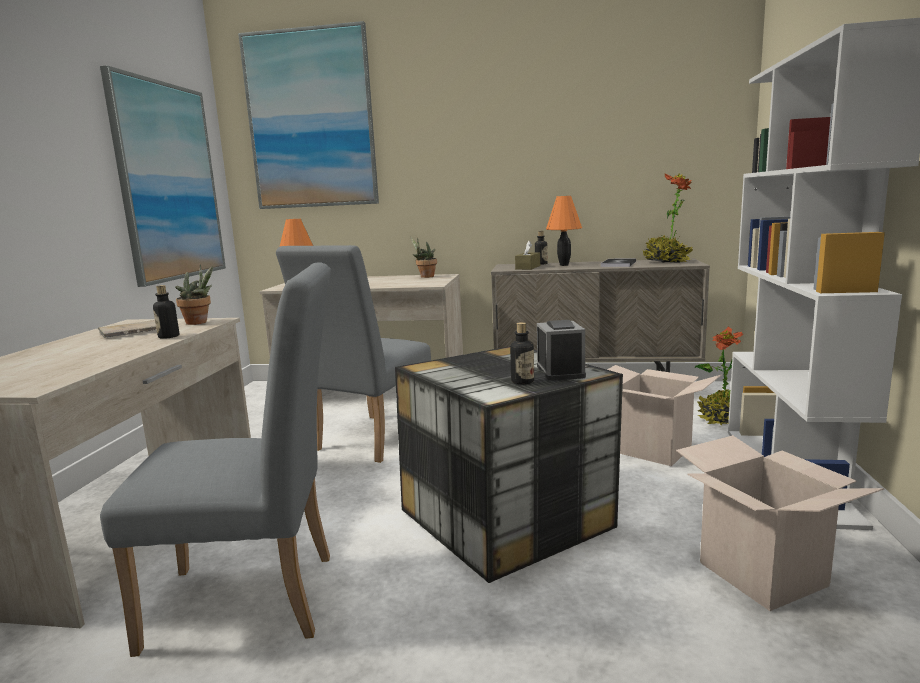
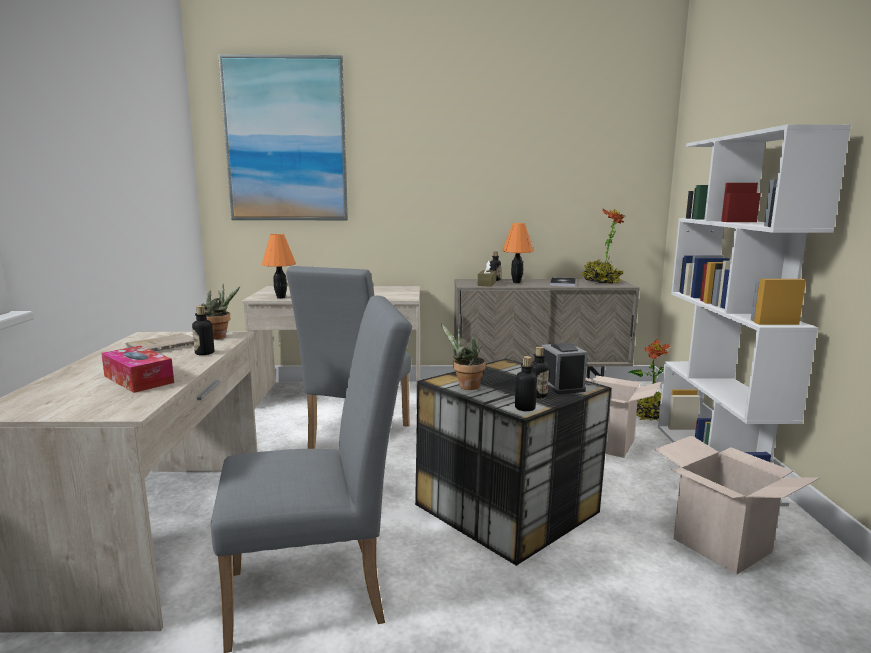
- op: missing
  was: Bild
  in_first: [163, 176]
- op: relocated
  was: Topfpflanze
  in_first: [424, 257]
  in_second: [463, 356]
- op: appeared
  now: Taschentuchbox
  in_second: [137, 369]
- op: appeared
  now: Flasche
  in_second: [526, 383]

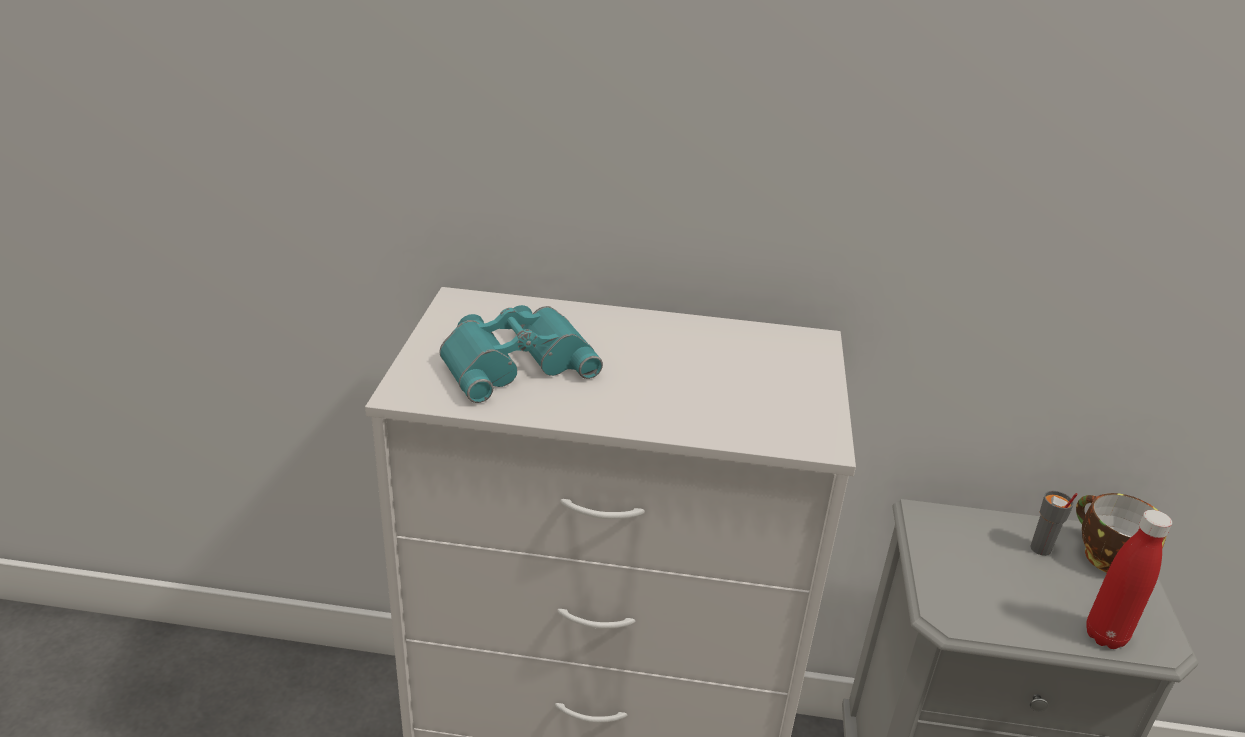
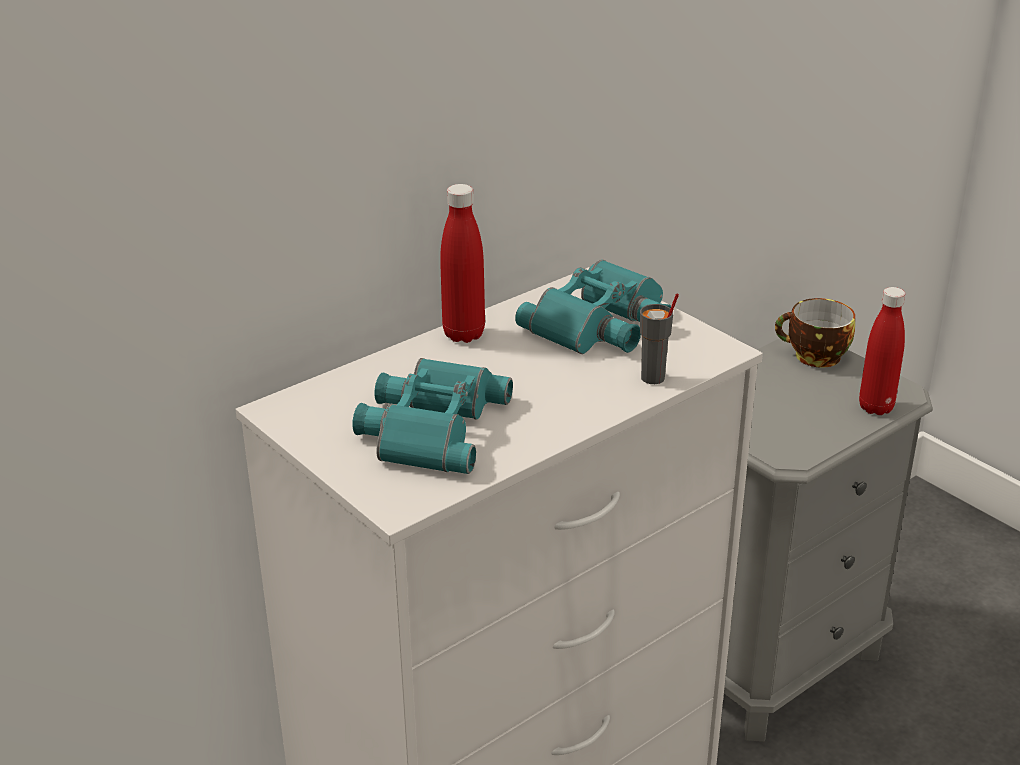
- op: relocated
  was: Tasse/grau
  in_first: [1054, 523]
  in_second: [659, 338]
- op: appeared
  now: Flasche/rot
  in_second: [462, 263]
- op: appeared
  now: Fernglas/türkis
  in_second: [593, 306]

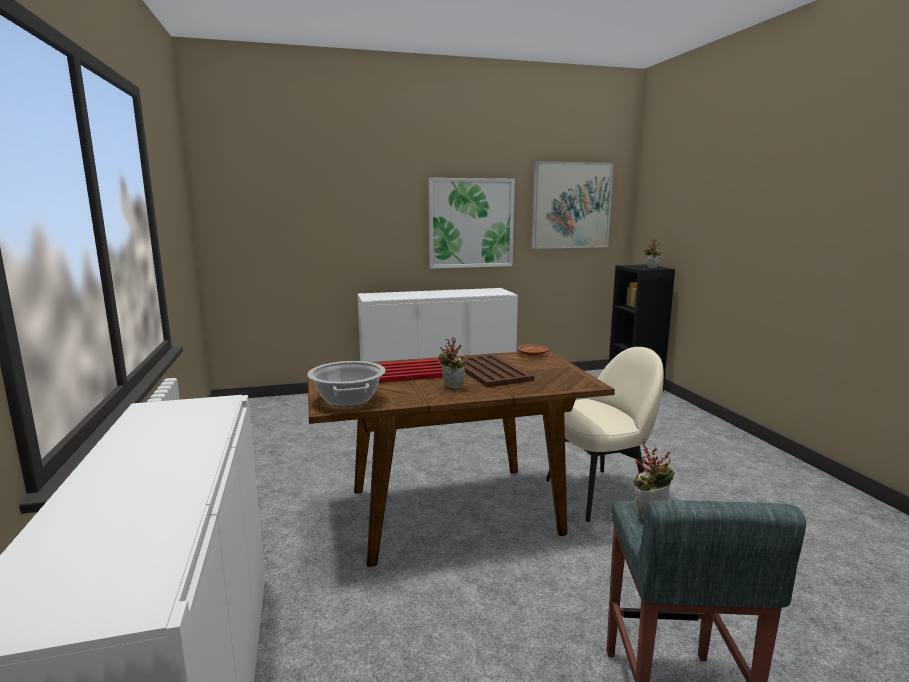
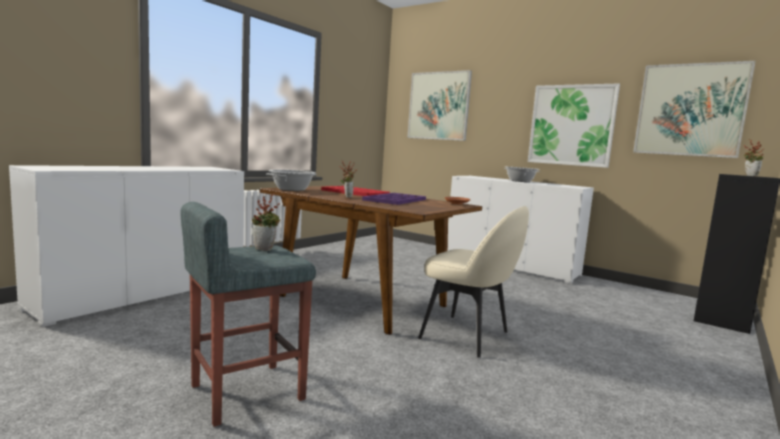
- op: colour
  was: Tablett/braun
  now: Tablett/lila
  in_first: [497, 370]
  in_second: [394, 199]
- op: appeared
  now: Bild
  in_second: [440, 105]
- op: appeared
  now: Kochtopf
  in_second: [522, 174]

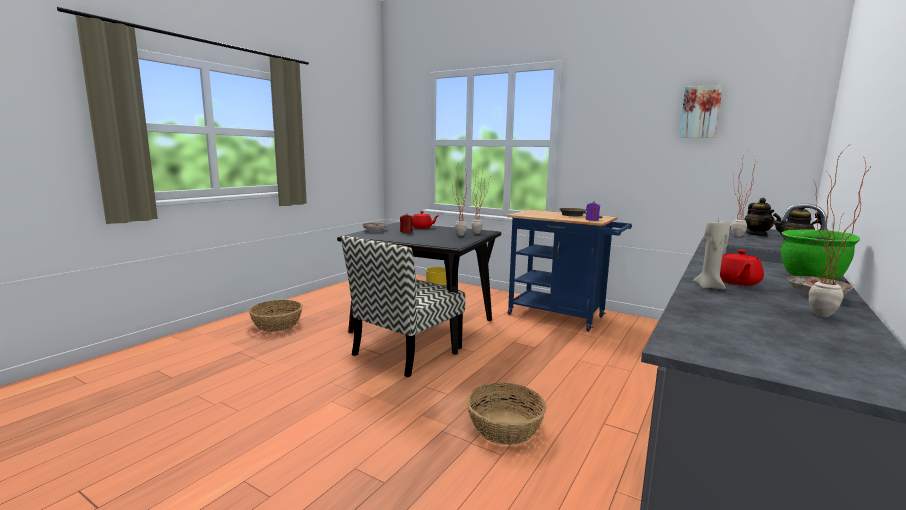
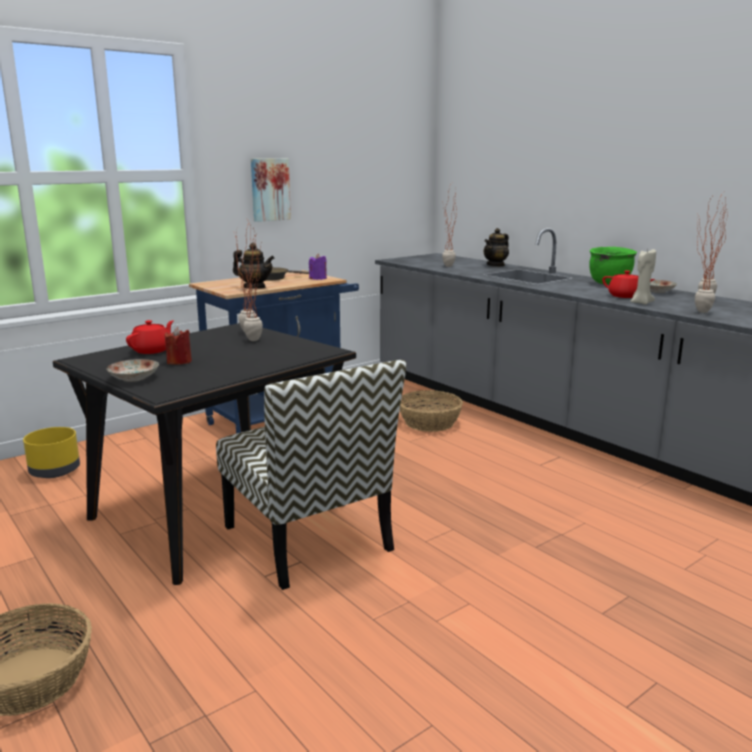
- op: relocated
  was: Bild
  in_first: [701, 111]
  in_second: [271, 190]
- op: relocated
  was: Teekanne
  in_first: [759, 217]
  in_second: [253, 266]
- op: relocated
  was: Korb
  in_first: [506, 414]
  in_second: [431, 411]
- op: appeared
  now: Topfpflanze
  in_second: [710, 255]

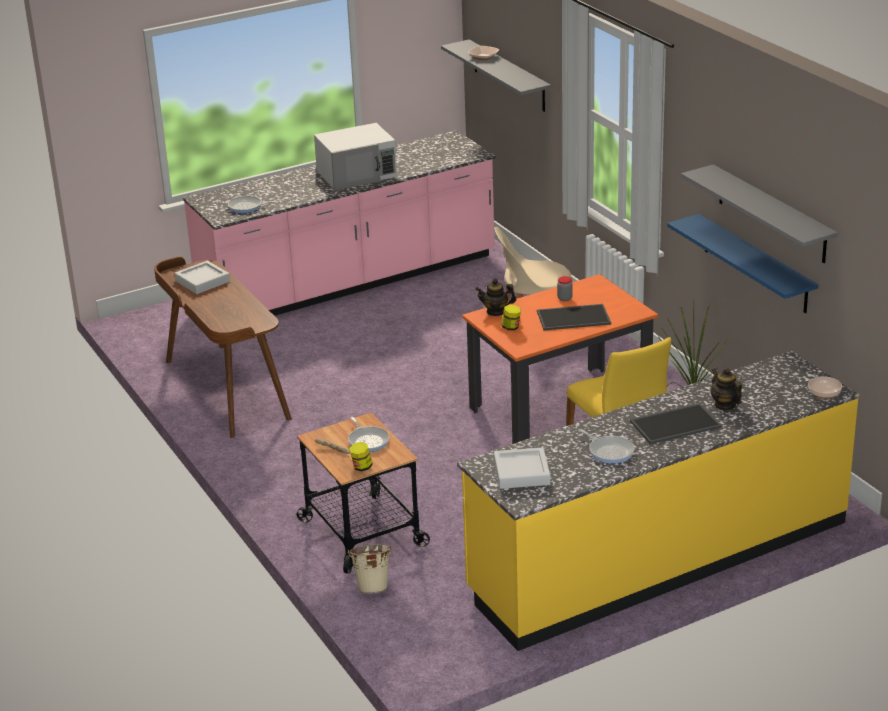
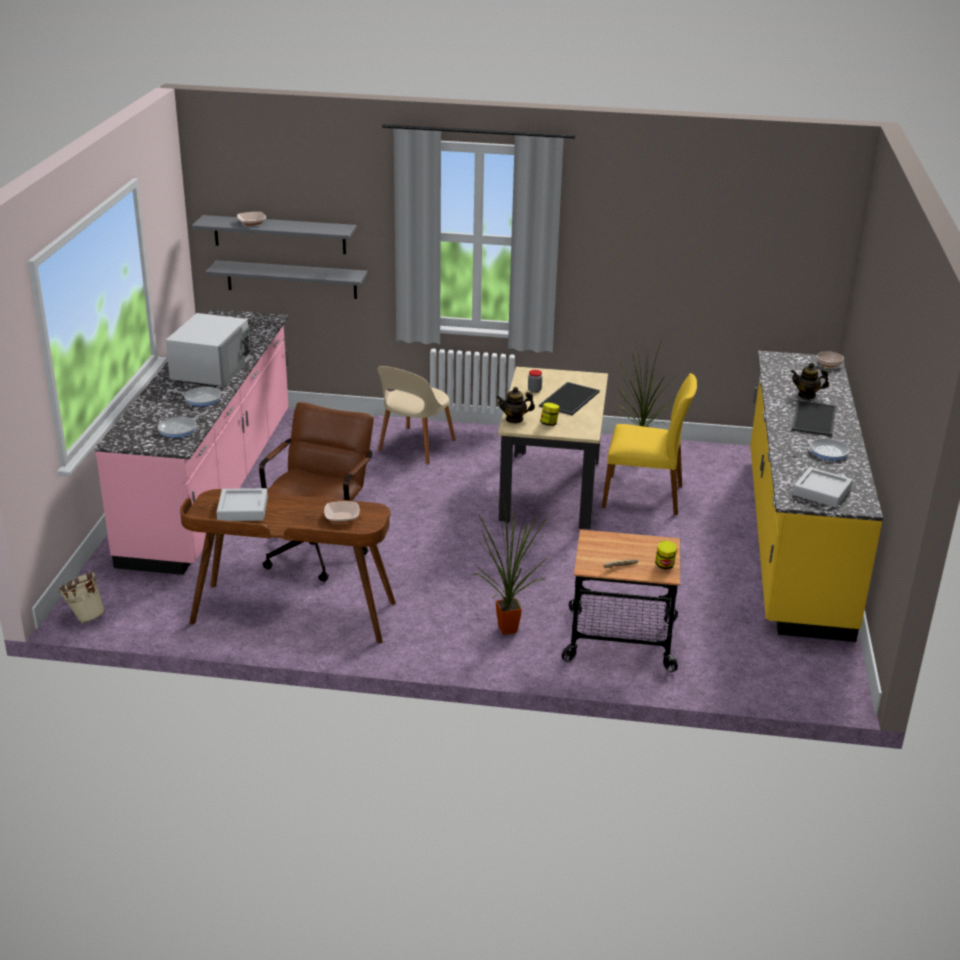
- op: relocated
  was: Wandregal/grau
  in_first: [759, 213]
  in_second: [286, 279]
- op: missing
  was: Wandregal/blau
  in_first: [743, 263]
- op: colour
  was: Esstisch/orange
  now: Esstisch/beige
  in_first: [560, 359]
  in_second: [553, 448]
- op: spun
  was: Teekanne
  in_first: [495, 297]
  in_second: [515, 405]
  clockwise: 45
- op: relocated
  was: Pfanne
  in_first: [369, 434]
  in_second: [194, 396]
- op: relocated
  was: Eimer/beige
  in_first: [370, 569]
  in_second: [81, 597]
- op: appeared
  now: Bürostuhl/braun
  in_second: [316, 492]
- op: appeared
  now: Topfpflanze
  in_second: [510, 560]
- op: appeared
  now: Schüssel
  in_second: [342, 512]

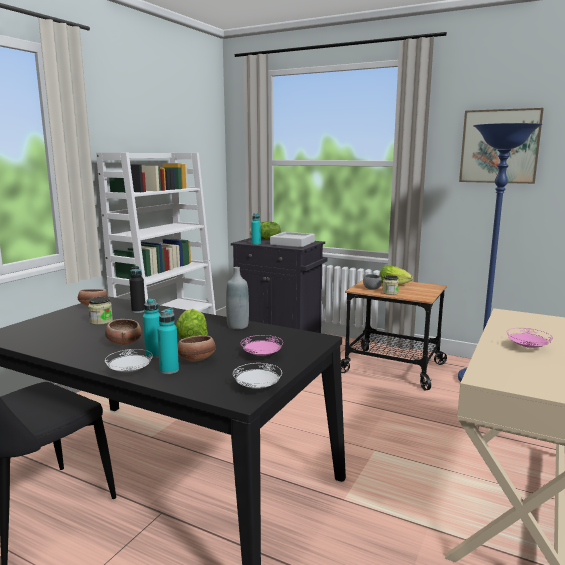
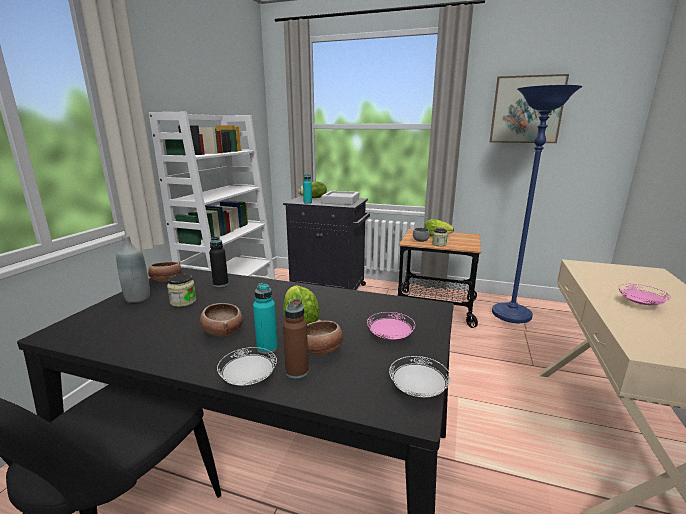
- op: relocated
  was: Flasche/grau
  in_first: [237, 298]
  in_second: [133, 269]
- op: colour
  was: Flasche/türkis
  now: Flasche/braun
  in_first: [168, 341]
  in_second: [296, 339]

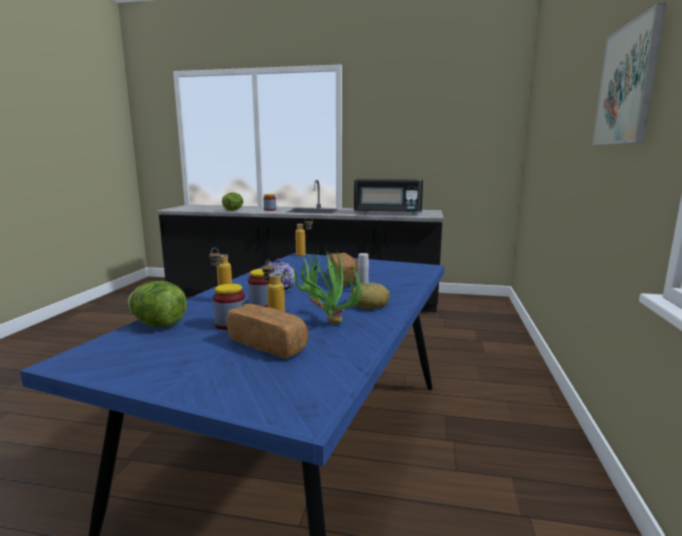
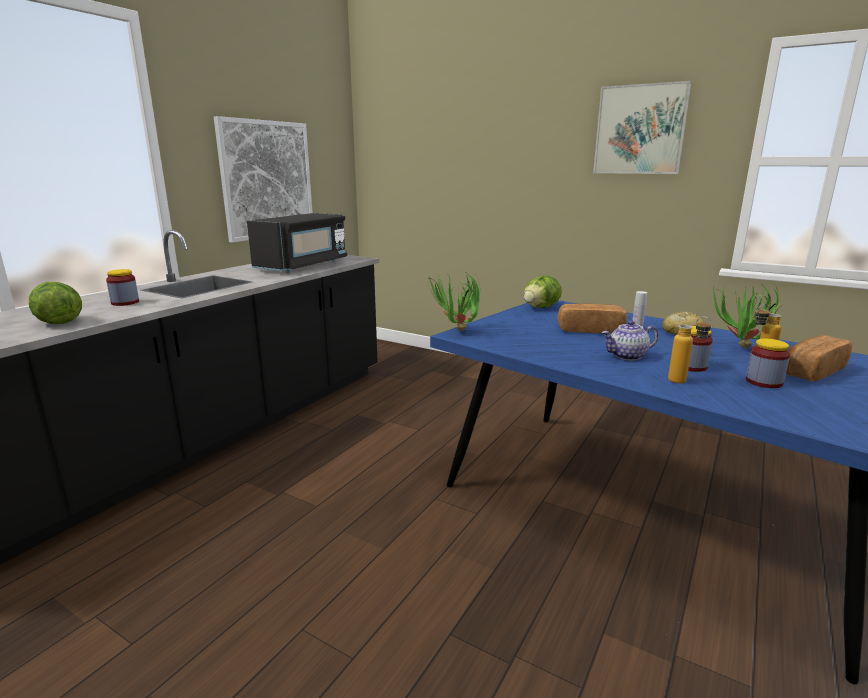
- op: exchanged
  was: Flasche
  now: Topfpflanze
  in_first: [304, 236]
  in_second: [453, 301]
- op: relocated
  was: Salatkopf
  in_first: [157, 304]
  in_second: [543, 292]
- op: appeared
  now: Bild
  in_second: [263, 179]

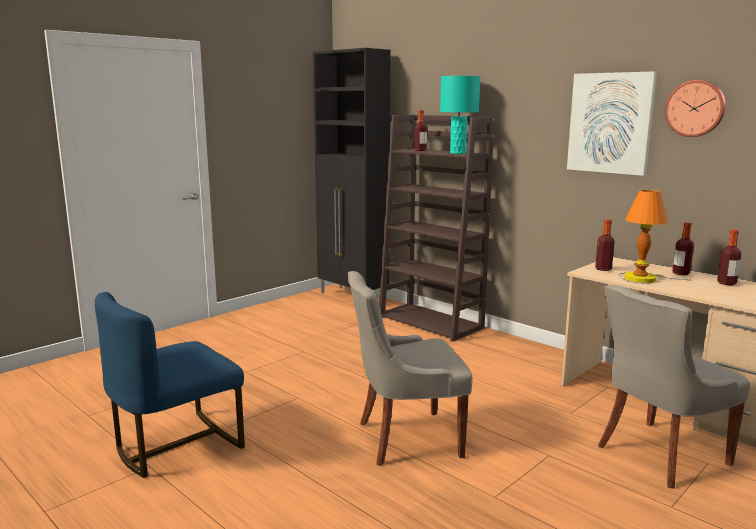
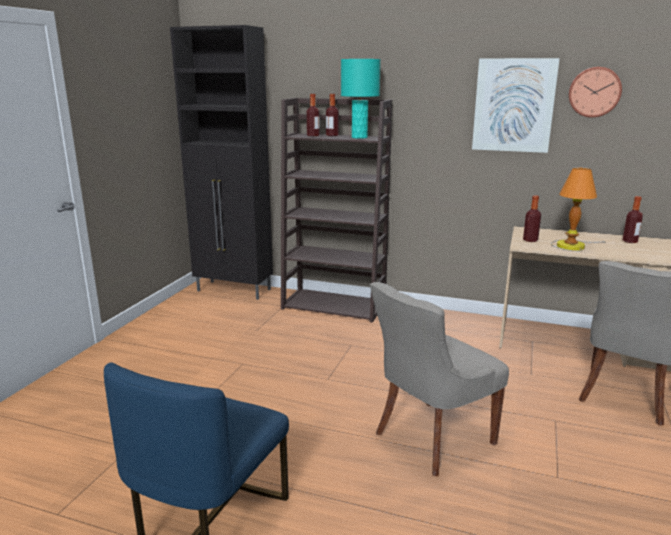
- op: relocated
  was: Flasche
  in_first: [683, 248]
  in_second: [332, 115]

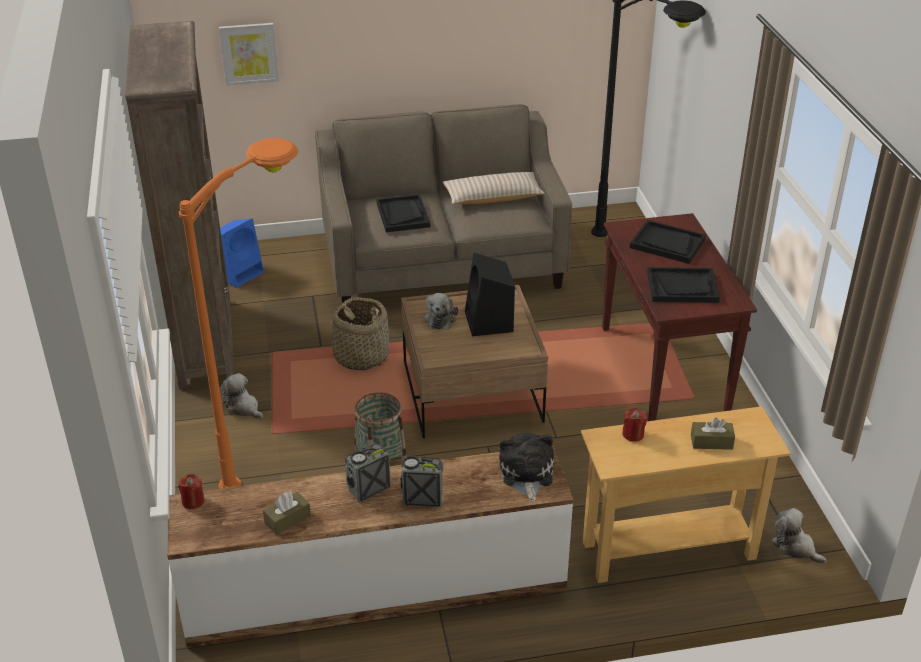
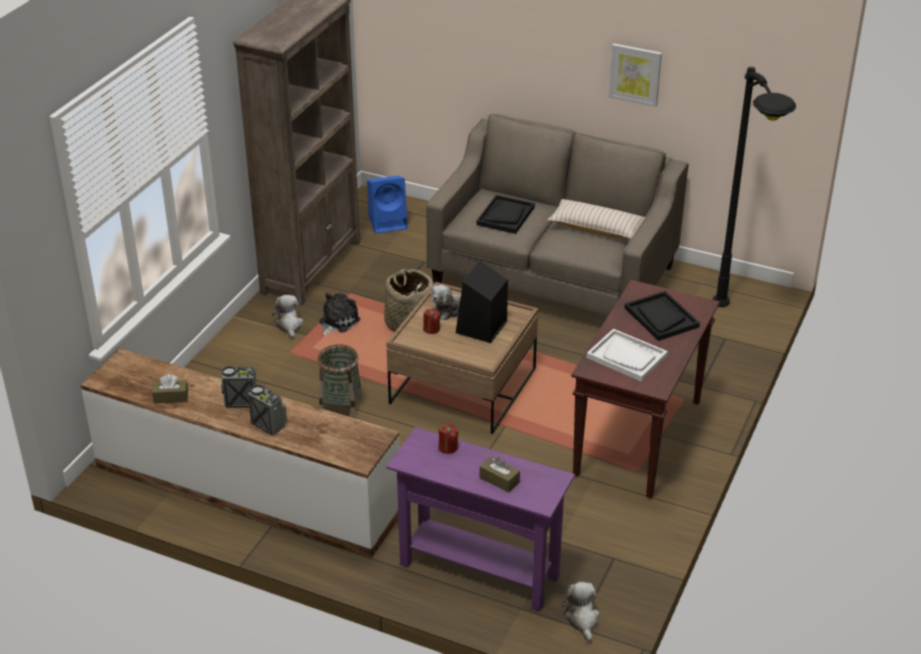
- op: relocated
  was: Bild
  in_first: [249, 54]
  in_second: [635, 75]
- op: missing
  was: Stehlampe/orange
  in_first: [239, 313]
- op: colour
  was: Tablett/schwarz
  now: Tablett/weiß
  in_first: [683, 285]
  in_second: [627, 355]
- op: colour
  was: Konsolentisch/beige
  now: Konsolentisch/lila
  in_first: [686, 494]
  in_second: [481, 519]
- op: relocated
  was: Plüschtier
  in_first: [526, 467]
  in_second: [339, 314]
- op: relocated
  was: Kerze/rot
  in_first: [191, 491]
  in_second: [432, 321]

